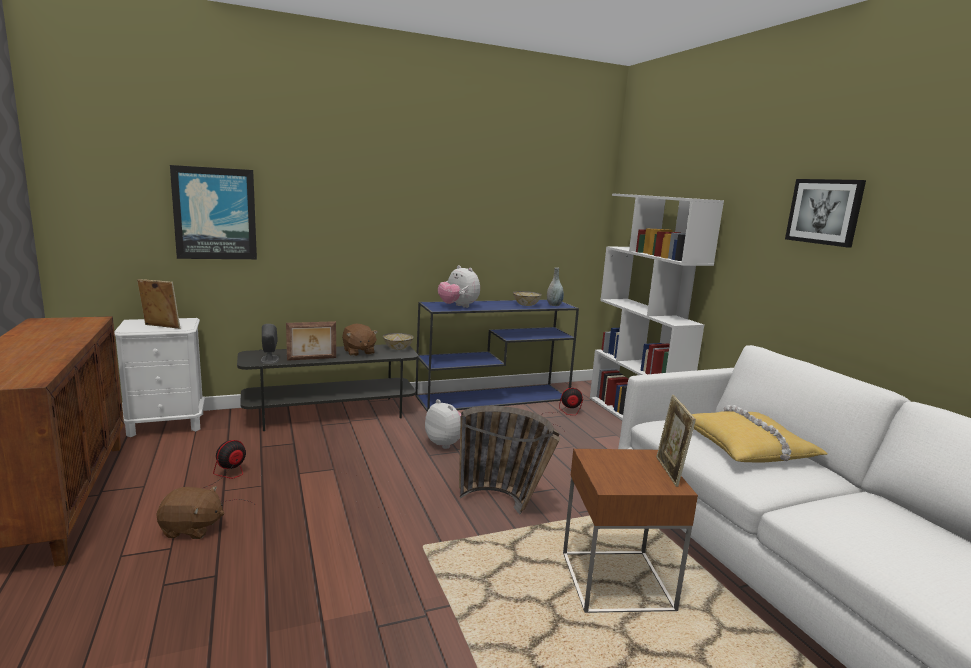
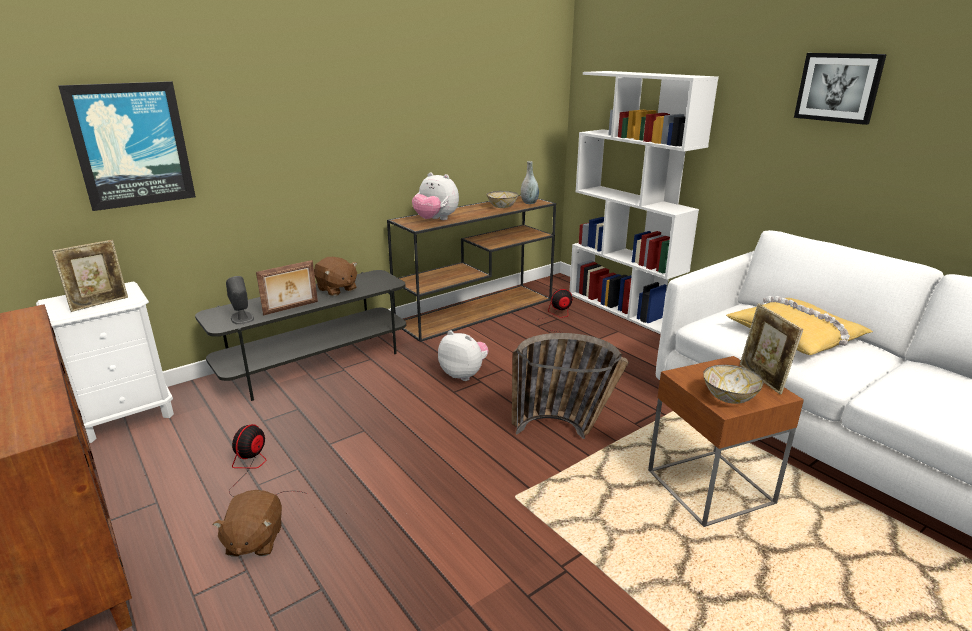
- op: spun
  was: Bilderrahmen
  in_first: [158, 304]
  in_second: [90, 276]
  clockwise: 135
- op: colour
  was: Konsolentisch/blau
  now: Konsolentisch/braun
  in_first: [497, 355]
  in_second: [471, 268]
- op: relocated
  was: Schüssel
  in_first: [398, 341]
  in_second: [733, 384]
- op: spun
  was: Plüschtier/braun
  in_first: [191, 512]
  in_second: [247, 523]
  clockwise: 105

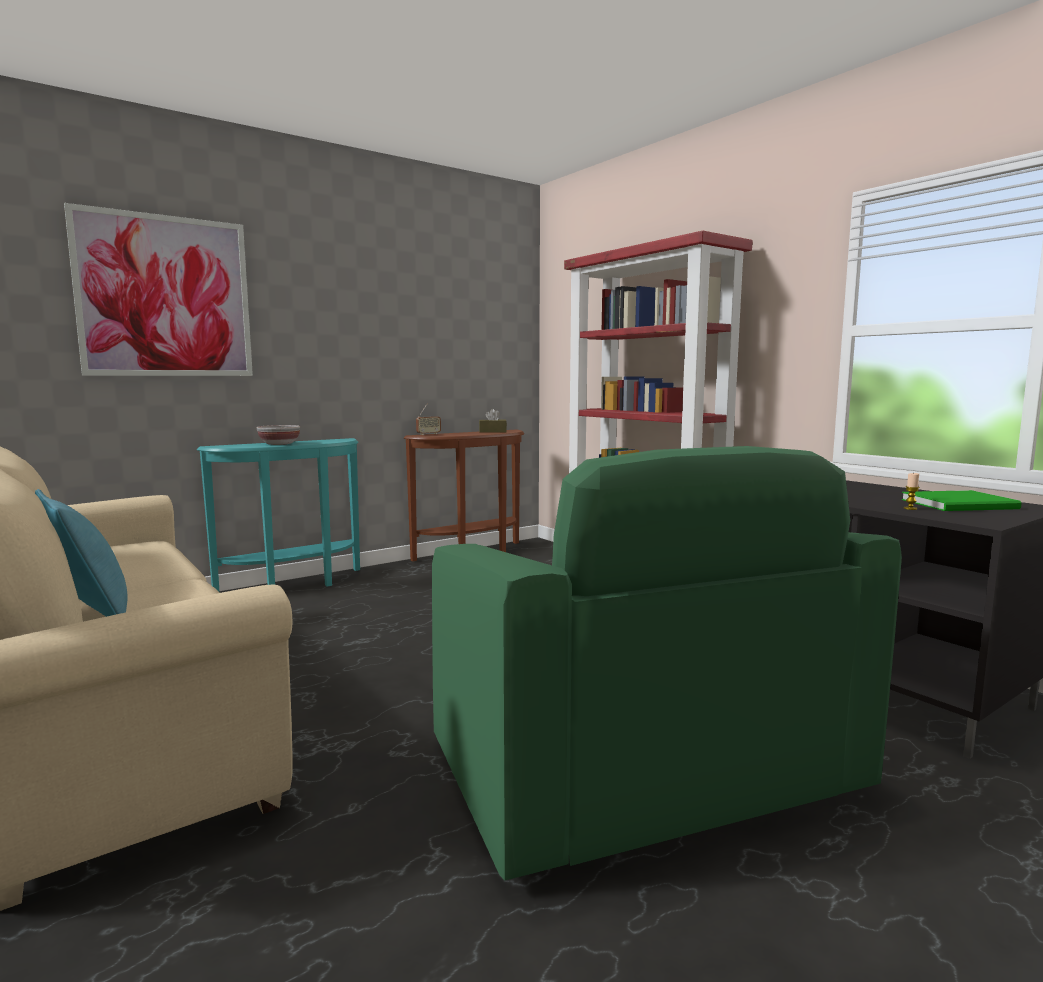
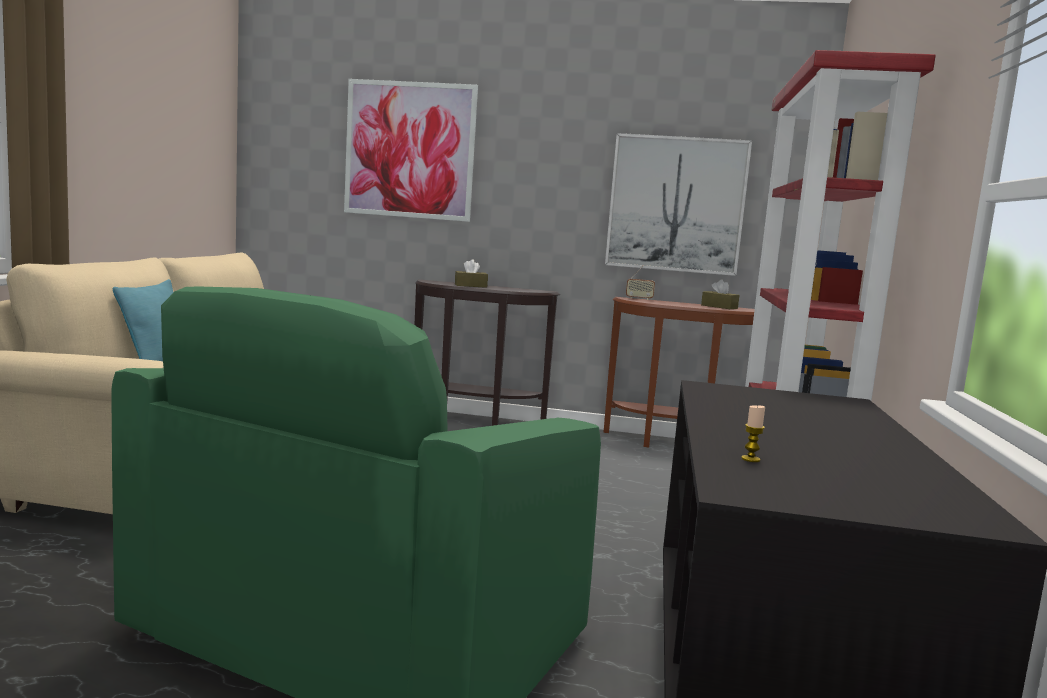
- op: exchanged
  was: Schüssel
  now: Taschentuchbox/braun
  in_first: [278, 435]
  in_second: [471, 273]
- op: colour
  was: Konsolentisch/türkis
  now: Konsolentisch/braun
  in_first: [278, 515]
  in_second: [487, 352]
- op: missing
  was: Buch/grün
  in_first: [961, 500]
- op: appeared
  now: Bild
  in_second: [678, 204]

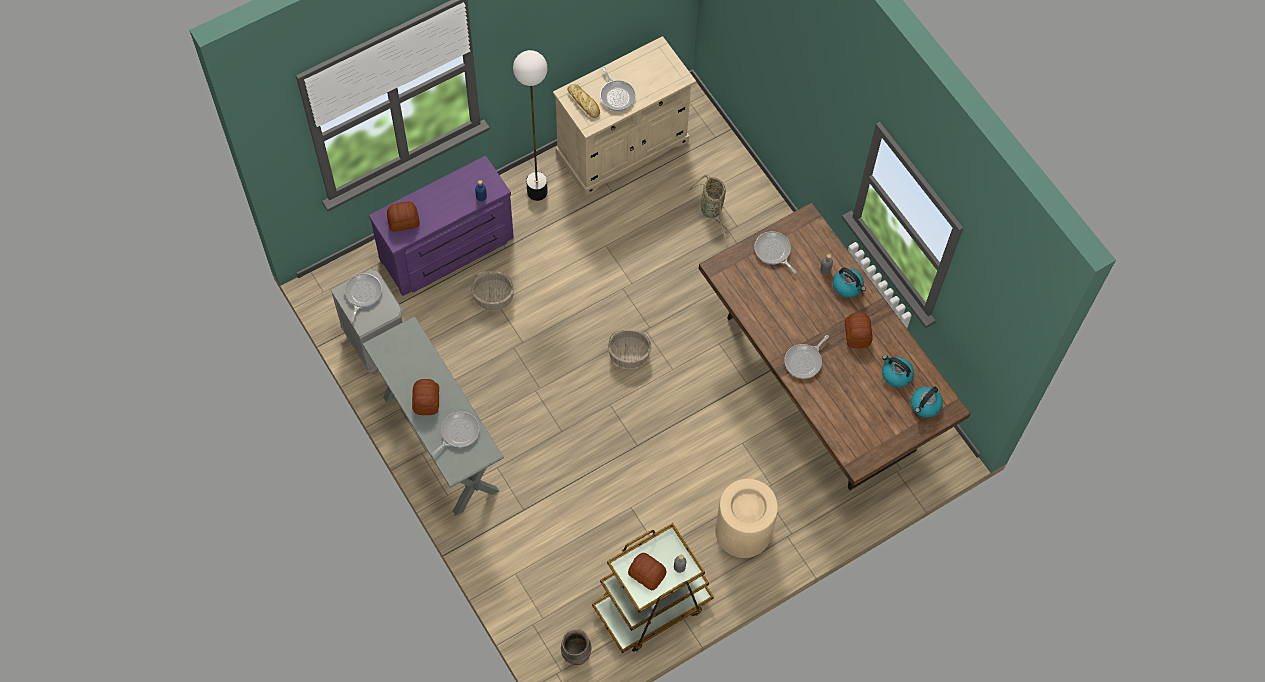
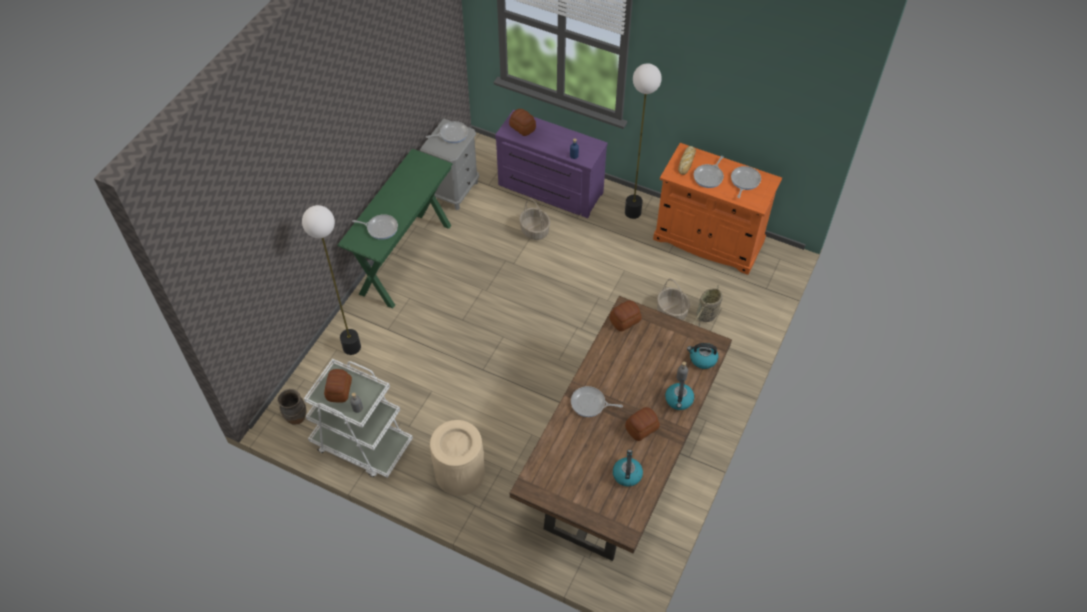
- op: colour
  was: Schrank/beige
  now: Schrank/orange
  in_first: [624, 116]
  in_second: [717, 209]
- op: relocated
  was: Pfanne
  in_first: [775, 252]
  in_second: [746, 182]
- op: colour
  was: Konsolentisch/grau
  now: Konsolentisch/grün
  in_first: [433, 416]
  in_second: [395, 229]
- op: relocated
  was: Korb
  in_first: [630, 348]
  in_second: [673, 299]
- op: relocated
  was: Brot
  in_first: [425, 397]
  in_second: [626, 315]
- op: relocated
  was: Wasserkessel
  in_first: [927, 401]
  in_second: [702, 356]
- op: colour
  was: Rollwagen/braun
  now: Rollwagen/weiß
  in_first: [653, 588]
  in_second: [358, 418]
- op: appeared
  now: Stehlampe
  in_second: [331, 280]

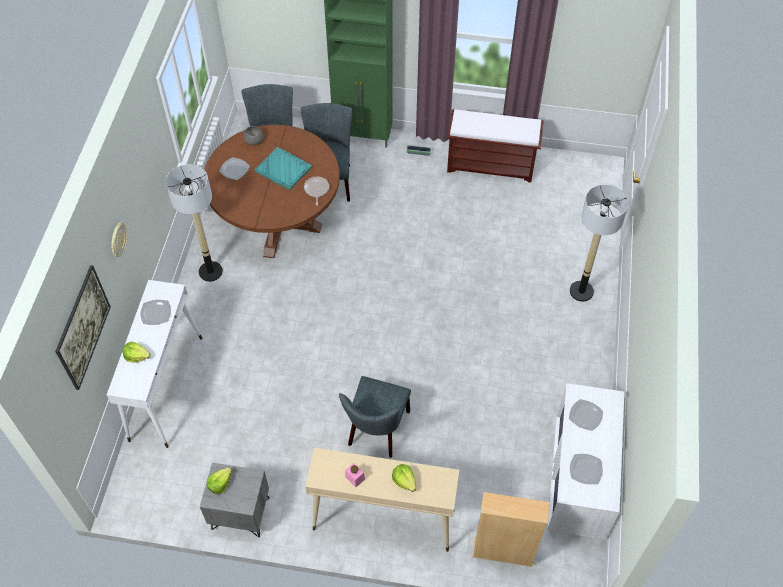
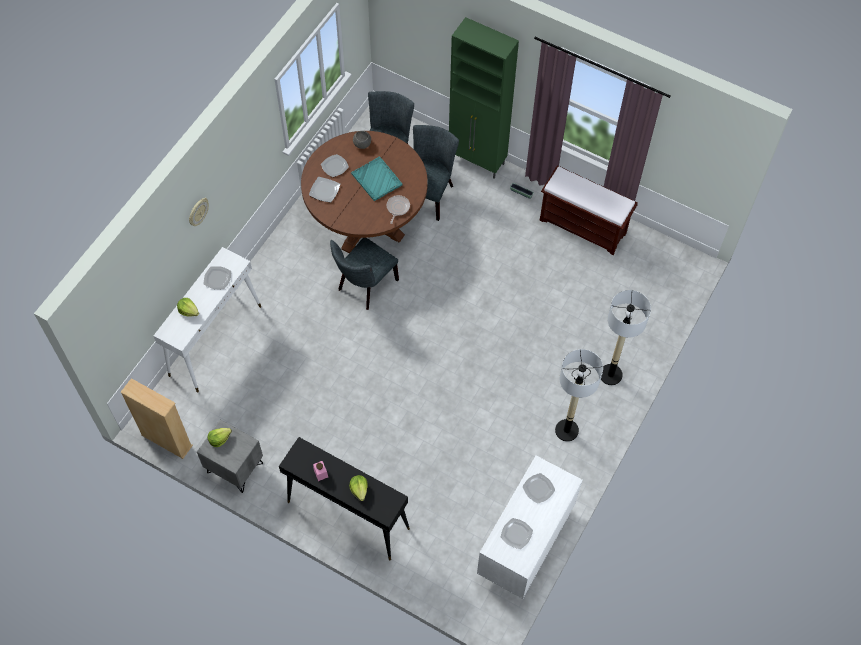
- op: relocated
  was: Stehlampe
  in_first: [194, 223]
  in_second: [579, 395]
- op: missing
  was: Bild
  in_first: [83, 327]
- op: relocated
  was: Stuhl/grau
  in_first: [375, 417]
  in_second: [364, 274]
- op: colour
  was: Konsolentisch/beige
  now: Konsolentisch/schwarz
  in_first: [382, 500]
  in_second: [344, 498]
- op: relocated
  was: Bücherregal/beige
  in_first: [511, 529]
  in_second: [156, 418]
- op: appeared
  now: Teller
  in_second: [324, 190]

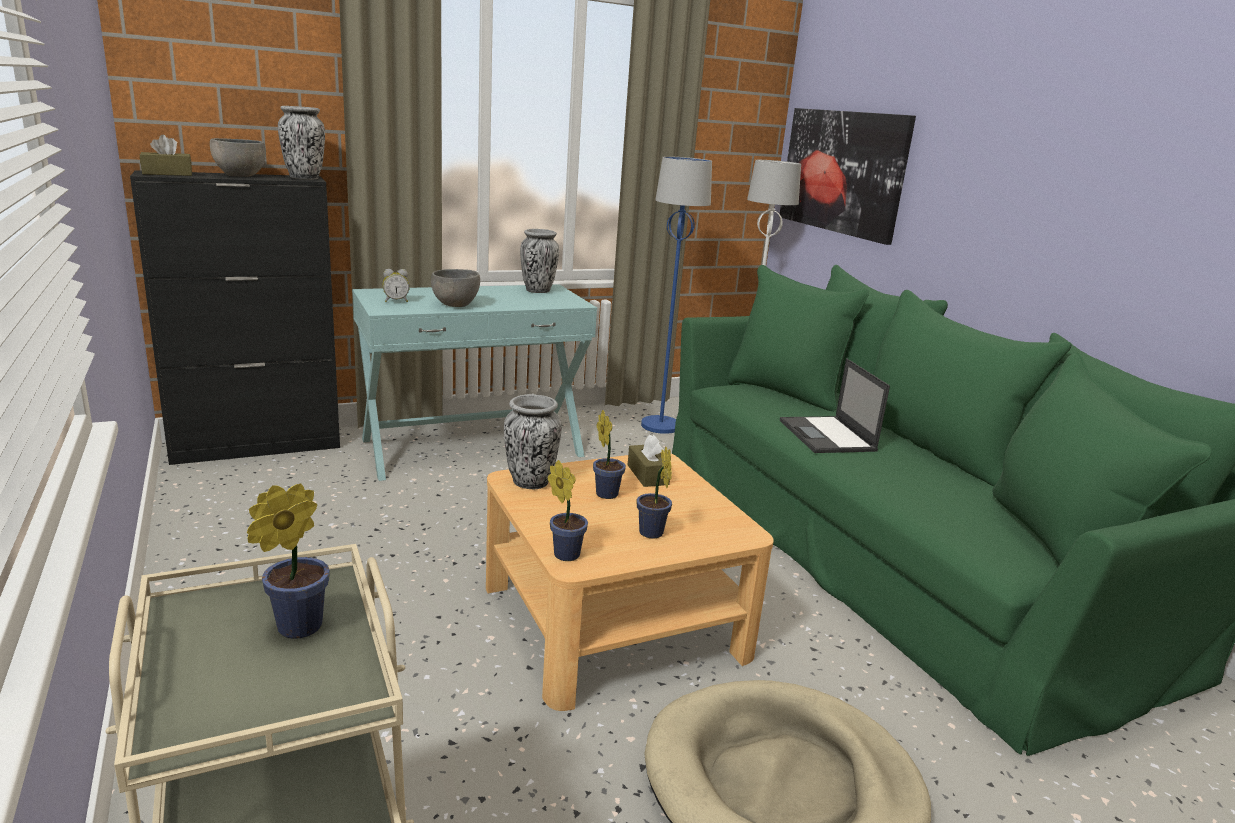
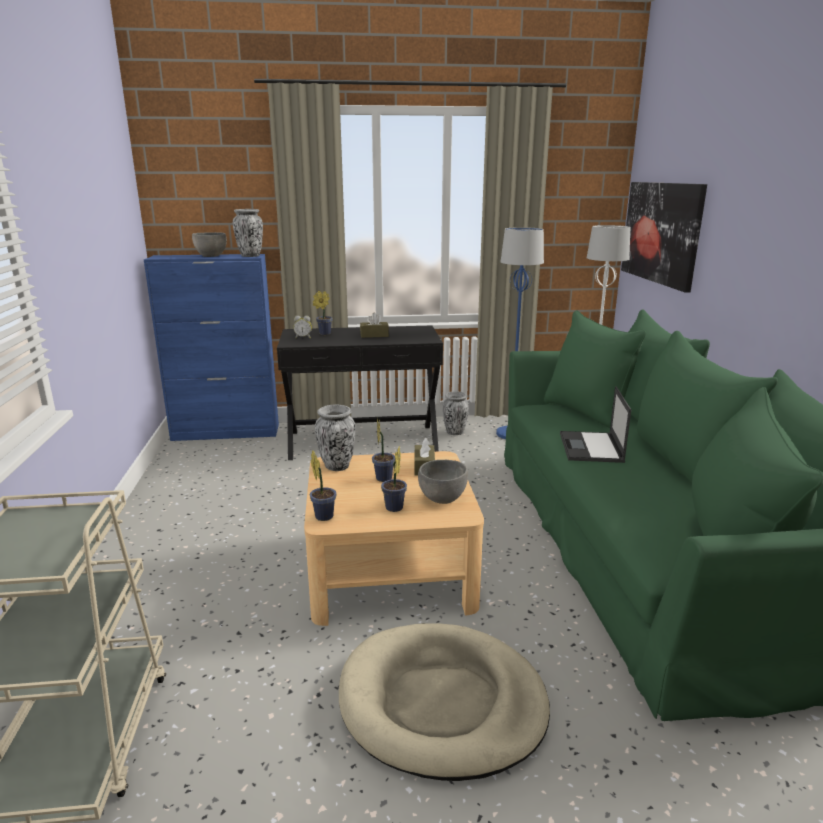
- op: relocated
  was: Taschentuchbox/braun
  in_first: [166, 155]
  in_second: [374, 325]
- op: colour
  was: Schrank/schwarz
  now: Schrank/blau
  in_first: [235, 317]
  in_second: [211, 347]
- op: relocated
  was: Vase
  in_first: [539, 261]
  in_second: [456, 413]
- op: relocated
  was: Schüssel/grau
  in_first: [455, 288]
  in_second: [443, 482]
- op: colour
  was: Konsolentisch/türkis
  now: Konsolentisch/schwarz
  in_first: [474, 382]
  in_second: [360, 392]
- op: relocated
  was: Topfpflanze
  in_first: [288, 561]
  in_second: [323, 313]

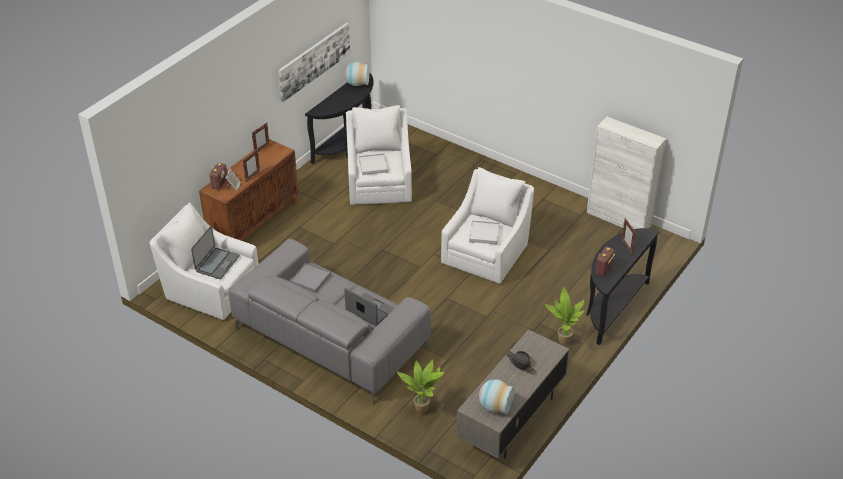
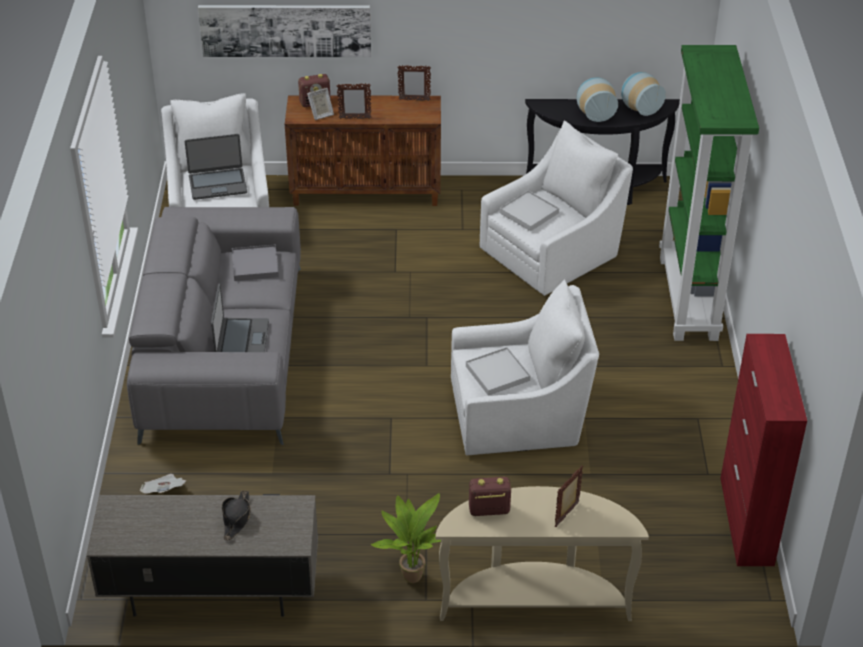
- op: relocated
  was: Bild
  in_first: [314, 62]
  in_second: [284, 31]
- op: colour
  was: Schrank/weiß
  now: Schrank/rot
  in_first: [626, 173]
  in_second: [763, 450]
- op: colour
  was: Konsolentisch/schwarz
  now: Konsolentisch/beige
  in_first: [623, 286]
  in_second: [542, 553]
- op: exchanged
  was: Topfpflanze
  now: Zeitung
  in_first: [421, 387]
  in_second: [163, 484]
- op: relocated
  was: Vase
  in_first: [497, 396]
  in_second: [597, 99]
- op: appeared
  now: Bücherregal/grün
  in_second: [709, 193]

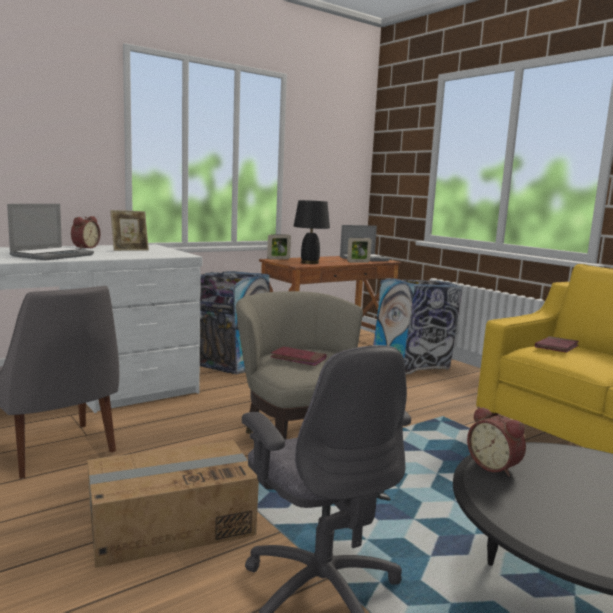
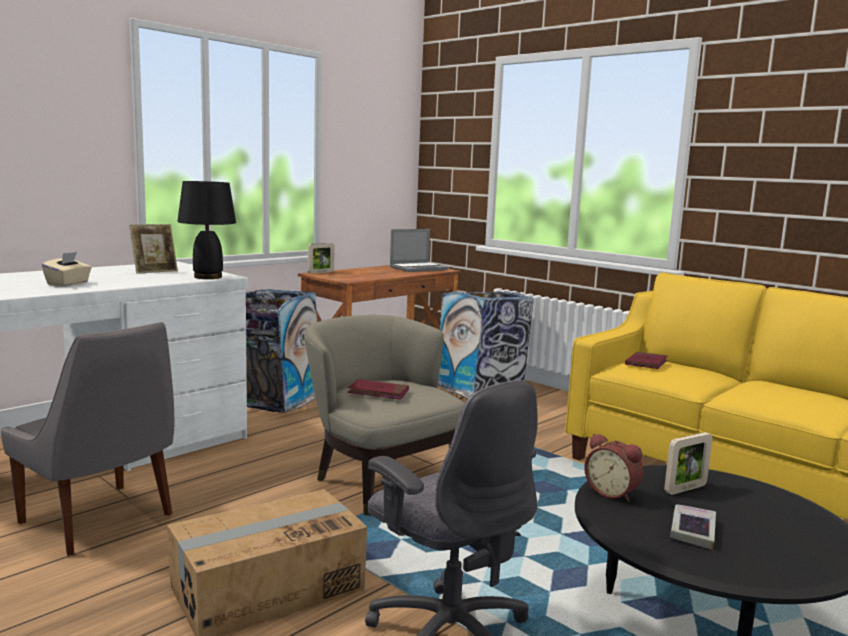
- op: relocated
  was: Tischlampe/schwarz
  in_first: [312, 232]
  in_second: [206, 230]
- op: exchanged
  was: Laptop
  now: Taschentuchbox/beige
  in_first: [50, 232]
  in_second: [67, 269]
- op: missing
  was: Wecker
  in_first: [85, 232]
- op: relocated
  was: Bilderrahmen
  in_first: [359, 250]
  in_second: [688, 463]
- op: appeared
  now: Buch
  in_second: [693, 527]

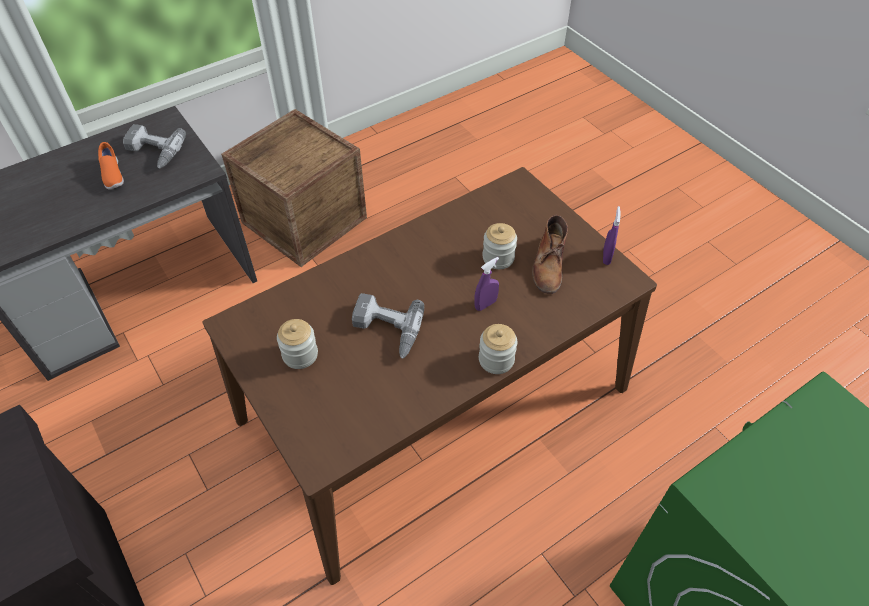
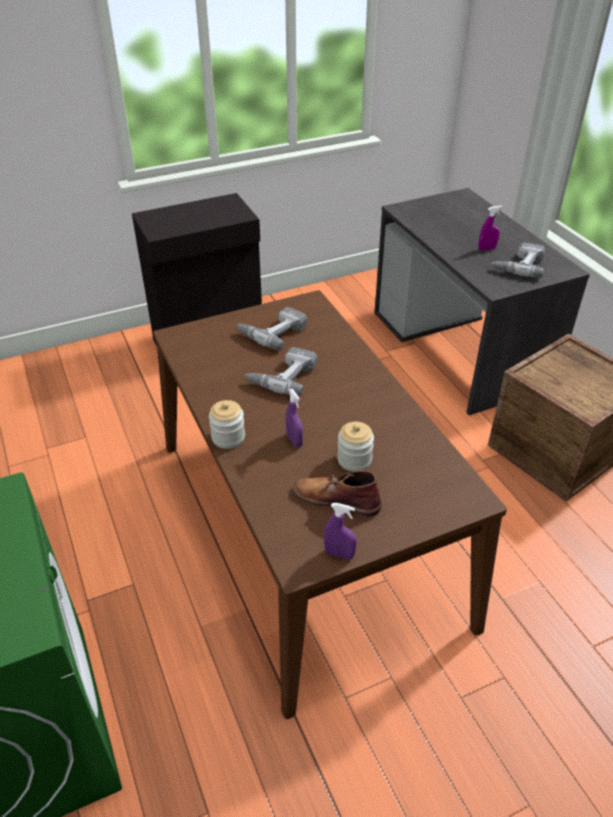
- op: exchanged
  was: Schuh/orange
  now: Sprühflasche/lila
  in_first: [111, 166]
  in_second: [490, 228]
- op: exchanged
  was: Vorratsglas
  now: Bohrmaschine
  in_first: [297, 344]
  in_second: [271, 328]

